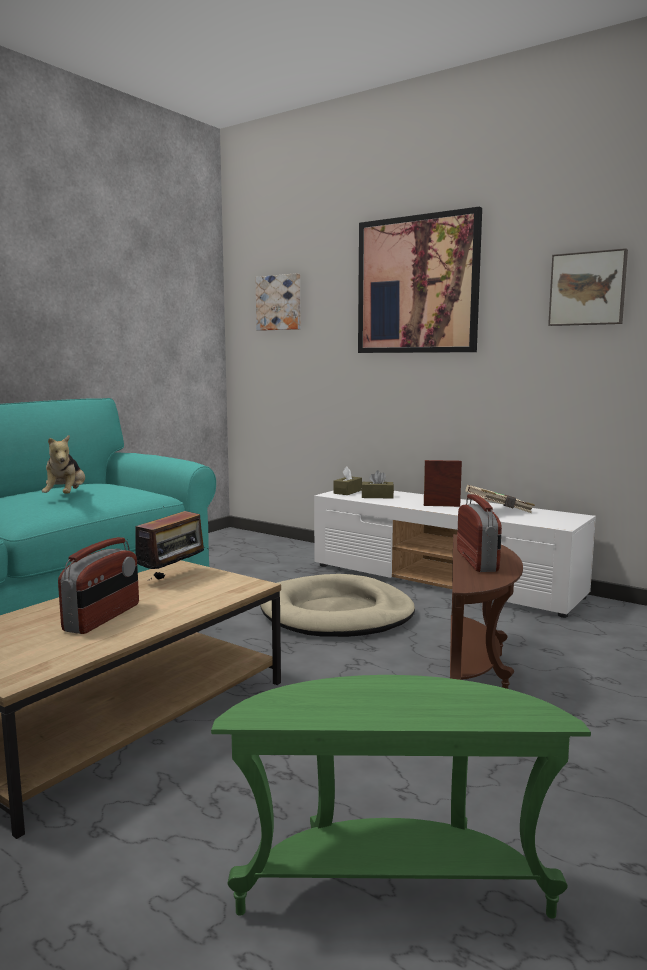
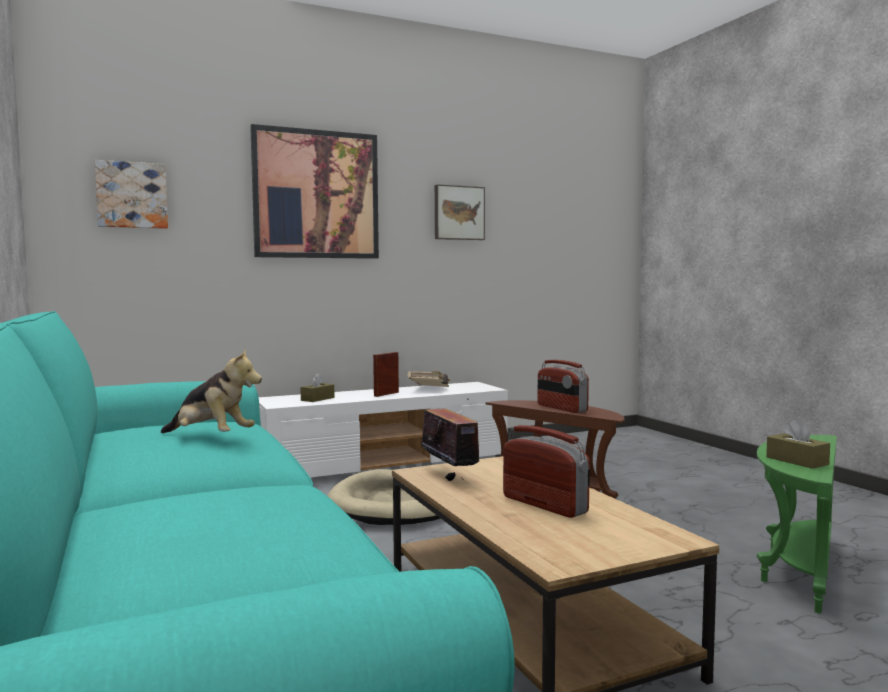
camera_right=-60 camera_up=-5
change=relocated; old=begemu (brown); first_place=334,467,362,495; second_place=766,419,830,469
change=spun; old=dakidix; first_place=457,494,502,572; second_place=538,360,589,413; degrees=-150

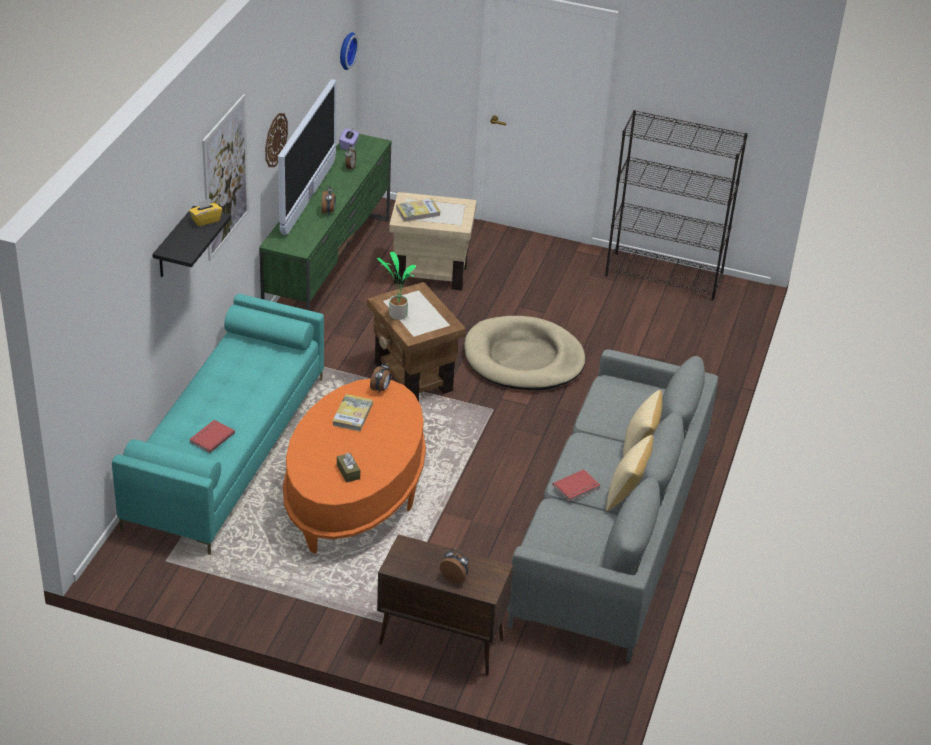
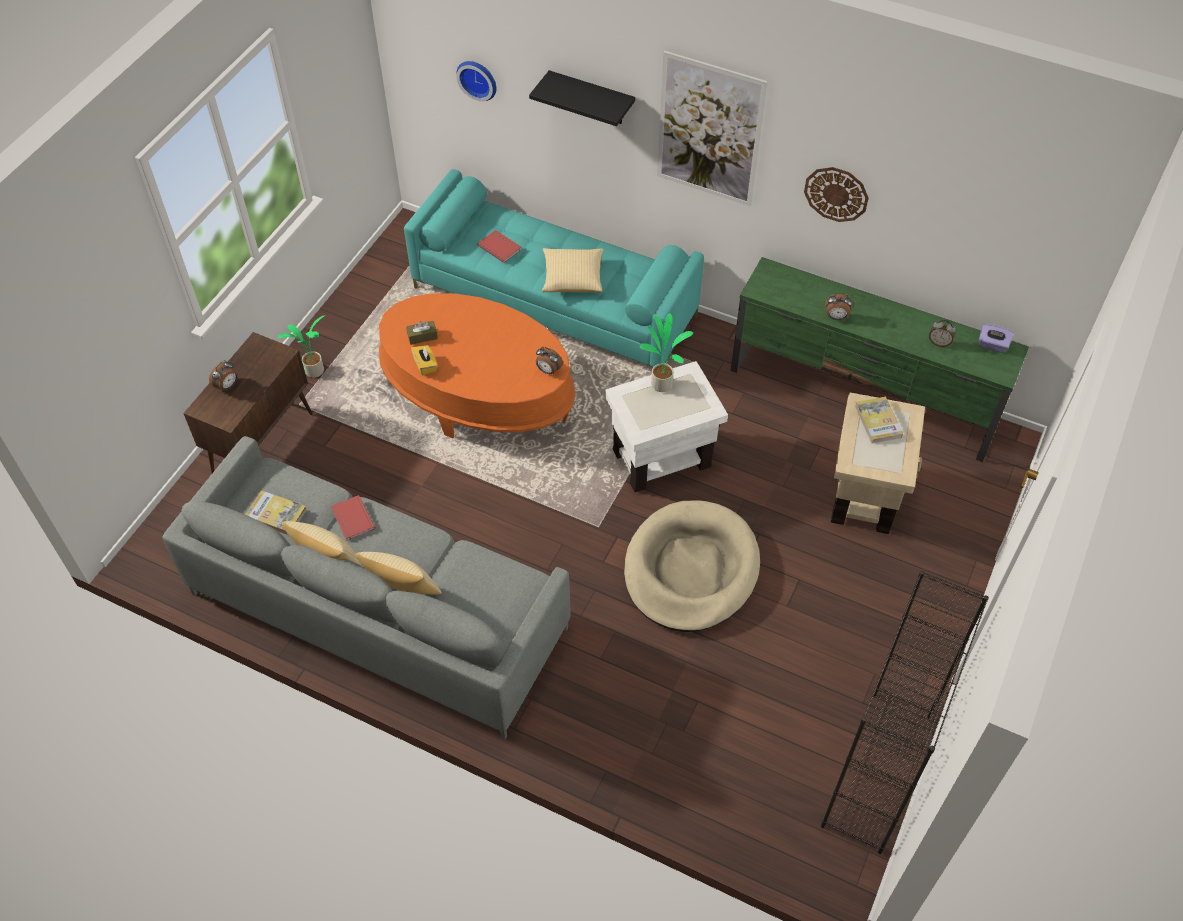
camera_right=100 camera_up=15
change=relocated; old=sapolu; first_place=340,32,359,70; second_place=456,61,497,101
change=missing; old=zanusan; first_place=278,79,336,235
change=relocated; old=begemu (yellow); first_place=189,199,222,226; second_place=411,345,438,375
change=colour; old=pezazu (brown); new=pezazu (white); first_place=367,282,466,402; second_place=605,361,728,492
change=relocated; old=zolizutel; first_place=332,394,373,431; second_place=245,490,307,535
change=appeared; new=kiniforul; second_place=542,248,603,292
change=appeared; new=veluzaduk; second_place=278,315,325,378

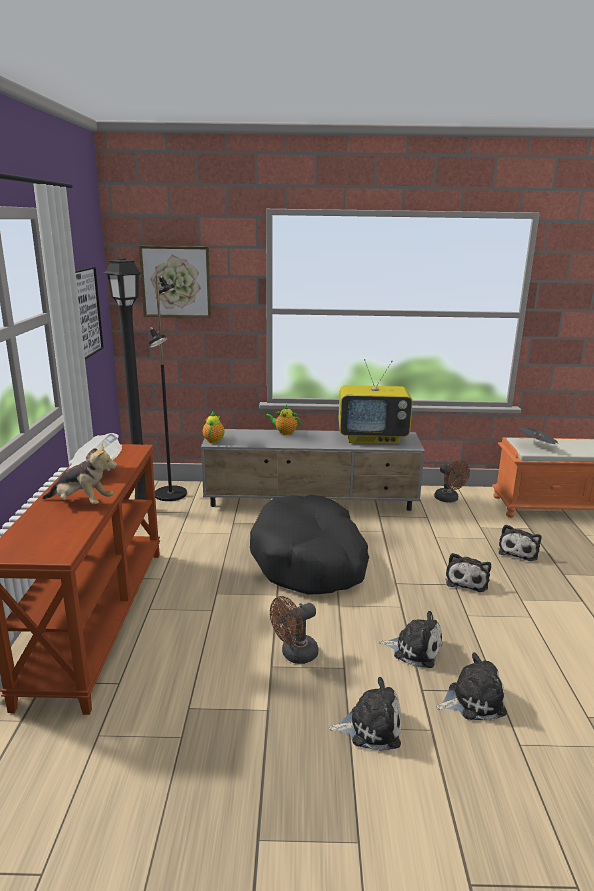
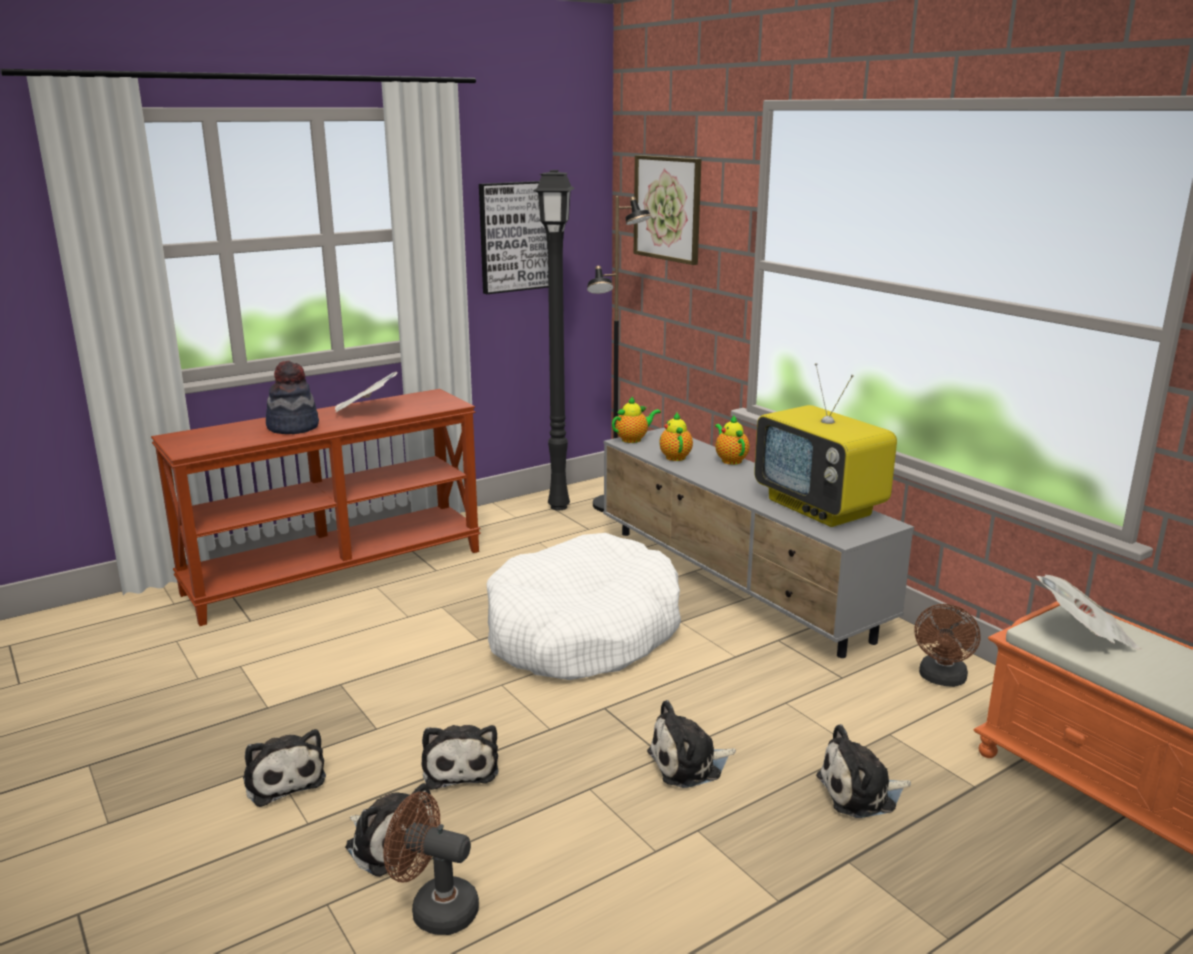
camera_right=55 camera_up=0
change=exchanged; old=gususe; new=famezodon; first_place=42,443,117,504; second_place=266,361,319,434
change=colour; old=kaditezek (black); new=kaditezek (white); first_place=250,495,369,595; second_place=486,533,681,680
change=relocated; old=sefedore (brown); first_place=270,596,318,664; second_place=383,792,479,935
change=appeared; new=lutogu; second_place=659,412,693,461

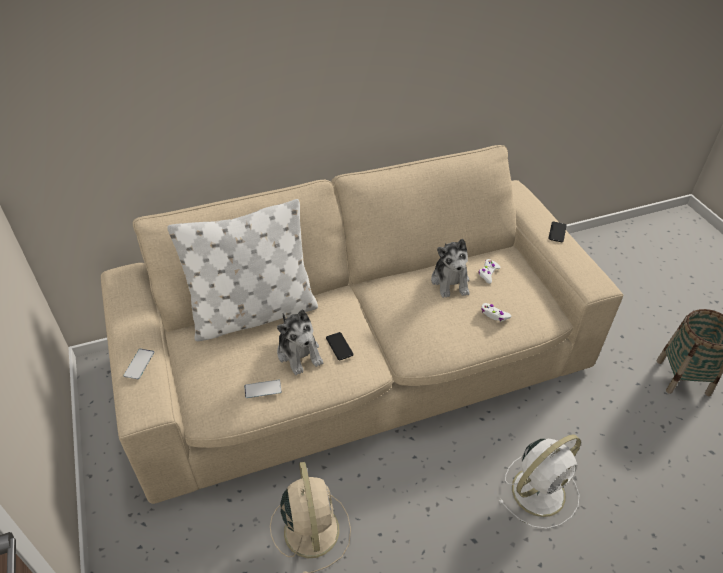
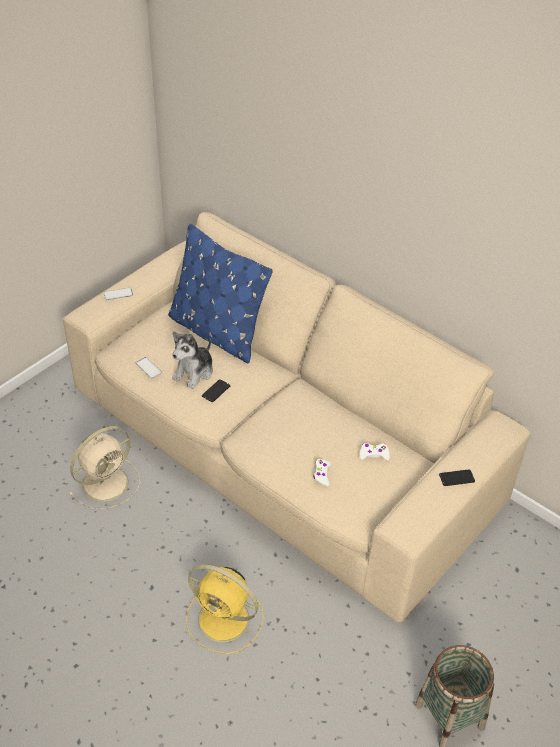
camera_right=60 camera_up=0
change=colour; old=kiniforul (white); new=kiniforul (blue); first_place=167,199,318,341; second_place=168,224,273,363
change=missing; old=gususe; first_place=431,239,470,298
change=colour; old=sefedore (white); new=sefedore (yellow); first_place=498,434,581,529; second_place=186,564,264,654

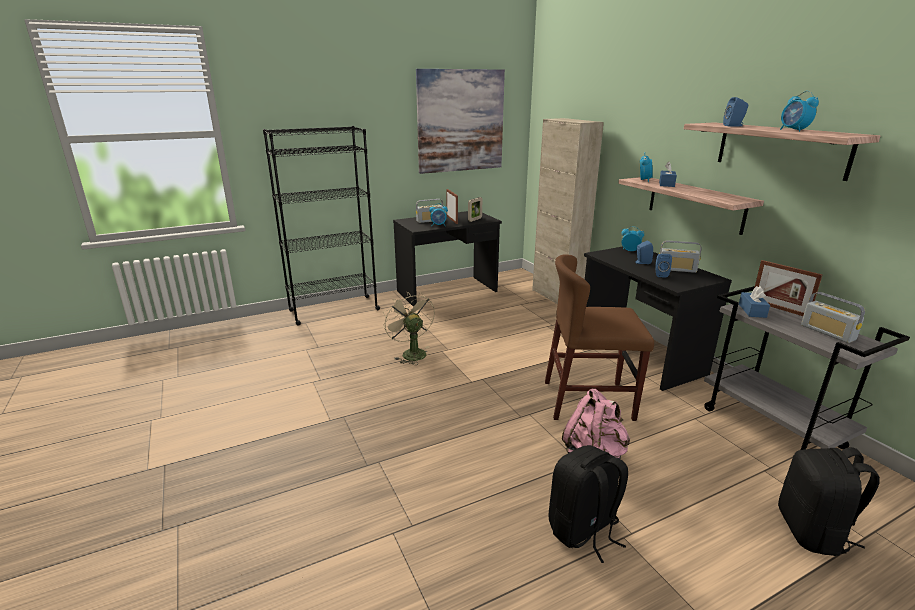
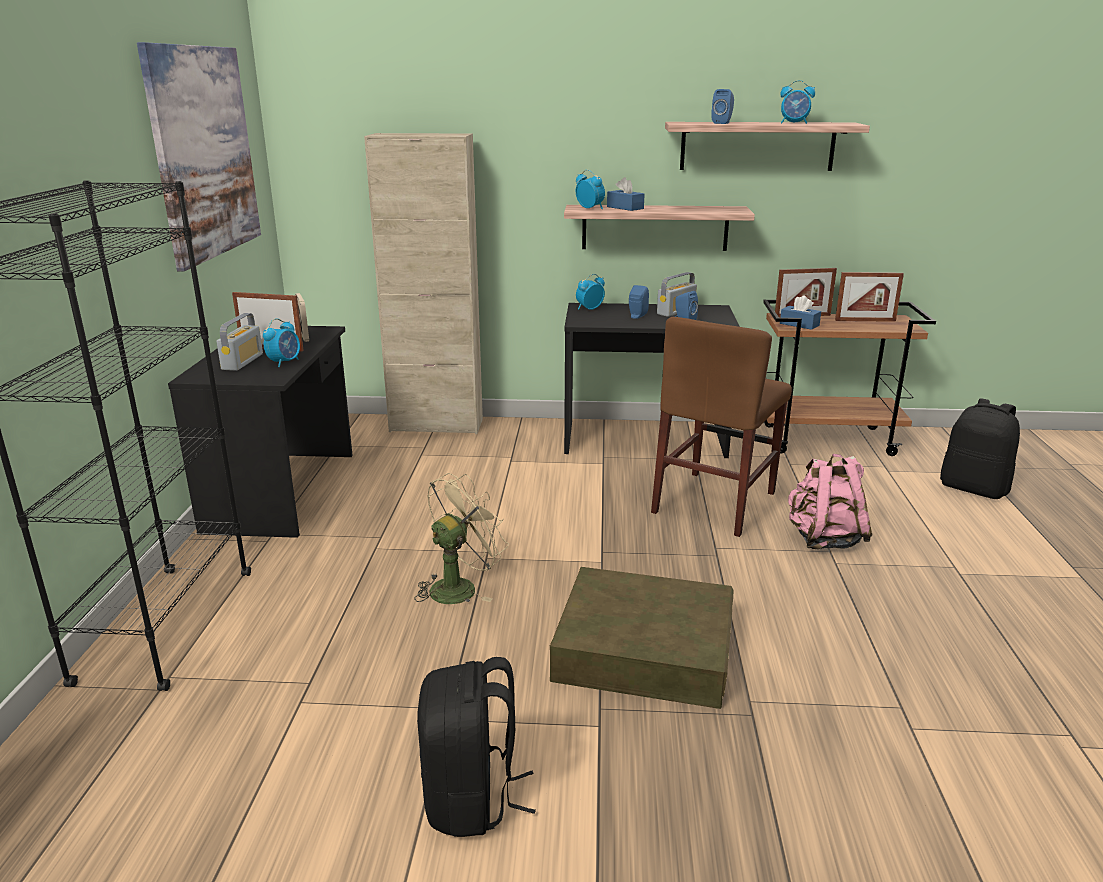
camera_right=-60 camera_up=0
change=colour; old=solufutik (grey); new=solufutik (brown); first_place=704,286,910,450; second_place=763,300,936,456
change=spun; old=sefedore (beige); first_place=383,292,435,365; second_place=414,473,509,604; degrees=135
change=exchanged; old=dakidix; new=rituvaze; first_place=801,292,865,343; second_place=835,272,904,322
change=relocated; old=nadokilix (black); first_place=549,445,628,563; second_place=417,657,536,837
change=appeared; new=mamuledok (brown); second_place=550,567,734,709

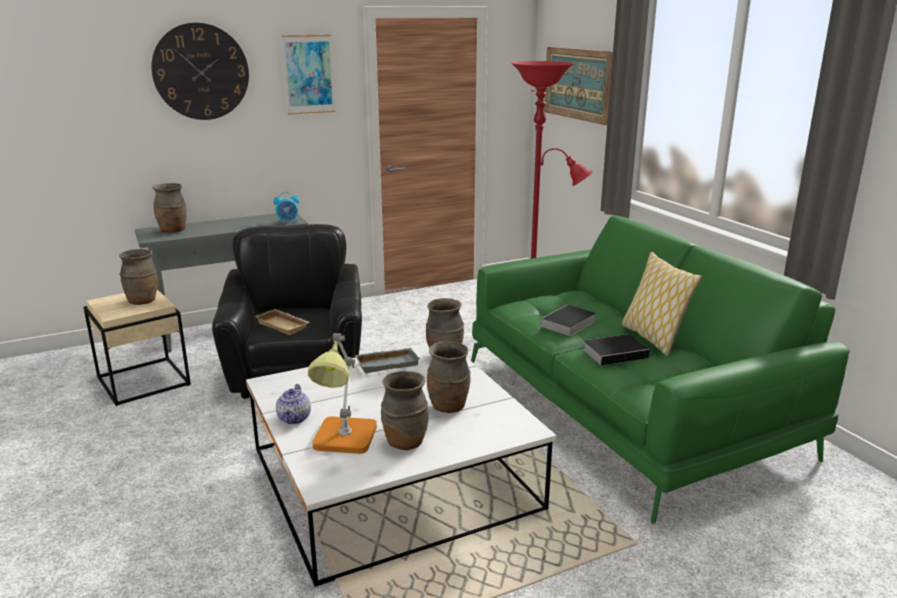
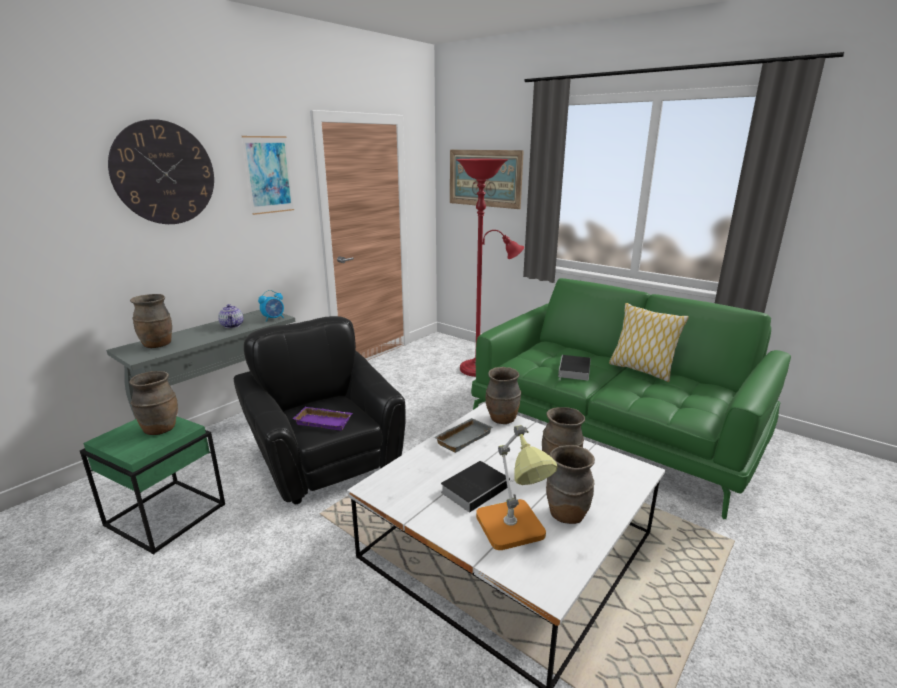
camera_right=-25 camera_up=0
change=colour; old=pezazu (beige); new=pezazu (green); first_place=83,289,191,406; second_place=80,416,225,555
change=colour; old=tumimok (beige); new=tumimok (purple); first_place=255,309,311,335; second_place=292,407,353,430
change=relocated; old=zolizutel; first_place=583,334,656,366; second_place=441,461,513,513
change=relocated; old=lutogu; first_place=276,384,311,424; second_place=218,304,243,328

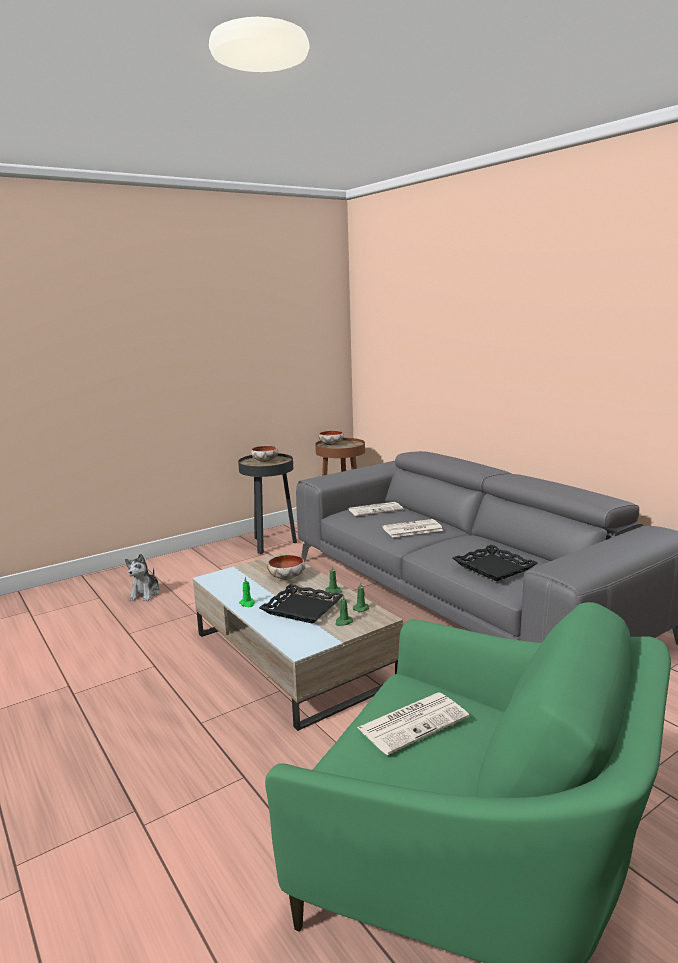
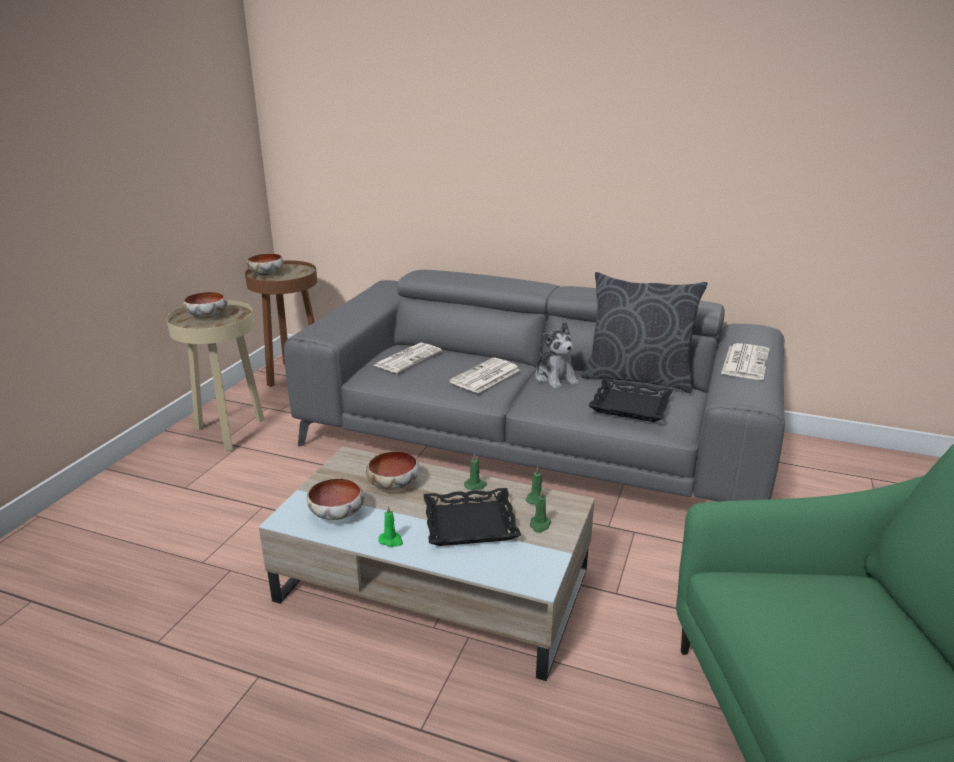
camera_right=-35 camera_up=10
change=colour; old=pezazu (black); new=pezazu (beige); first_place=238,453,297,554; second_place=167,300,265,451
change=relocated; old=gususe; first_place=125,554,161,601; second_place=535,322,578,389
change=relocated; old=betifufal; first_place=357,693,469,755; second_place=721,343,770,380
change=appeared; new=kiniforul (grey); second_place=582,272,707,393
change=appeared; new=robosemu; second_place=307,478,364,520

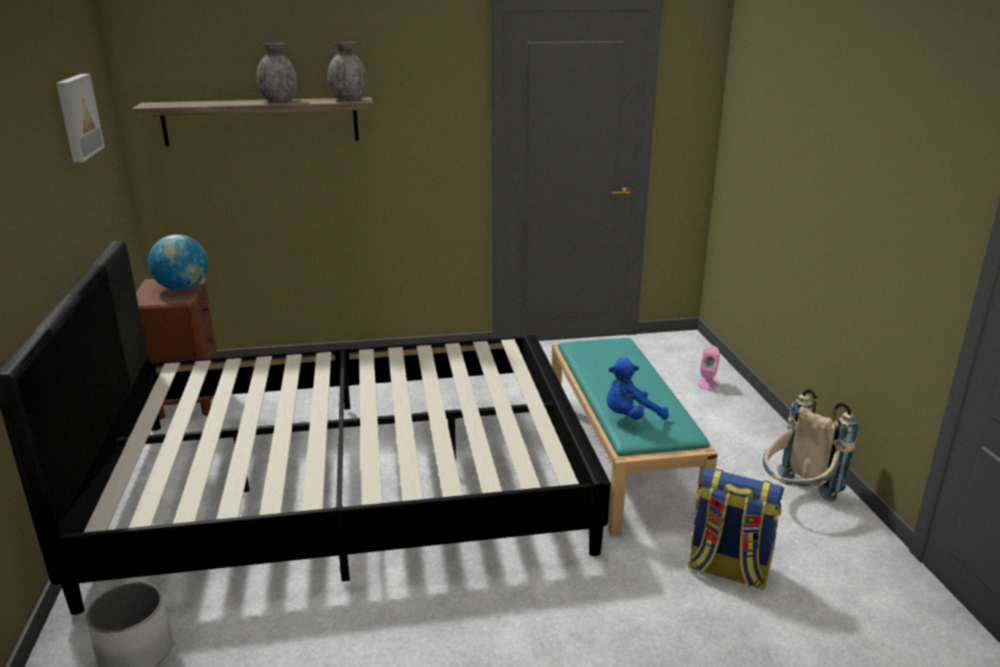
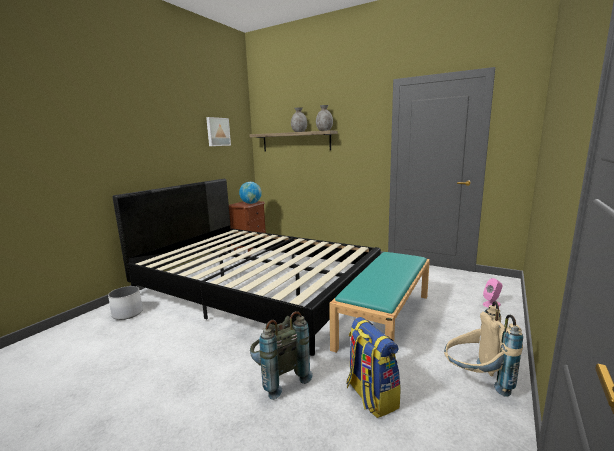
camera_right=40 camera_up=-10
change=missing; old=gususe (blue); first_place=607,358,669,420
change=appeared; new=nadokilix (grey); second_place=250,311,313,400

